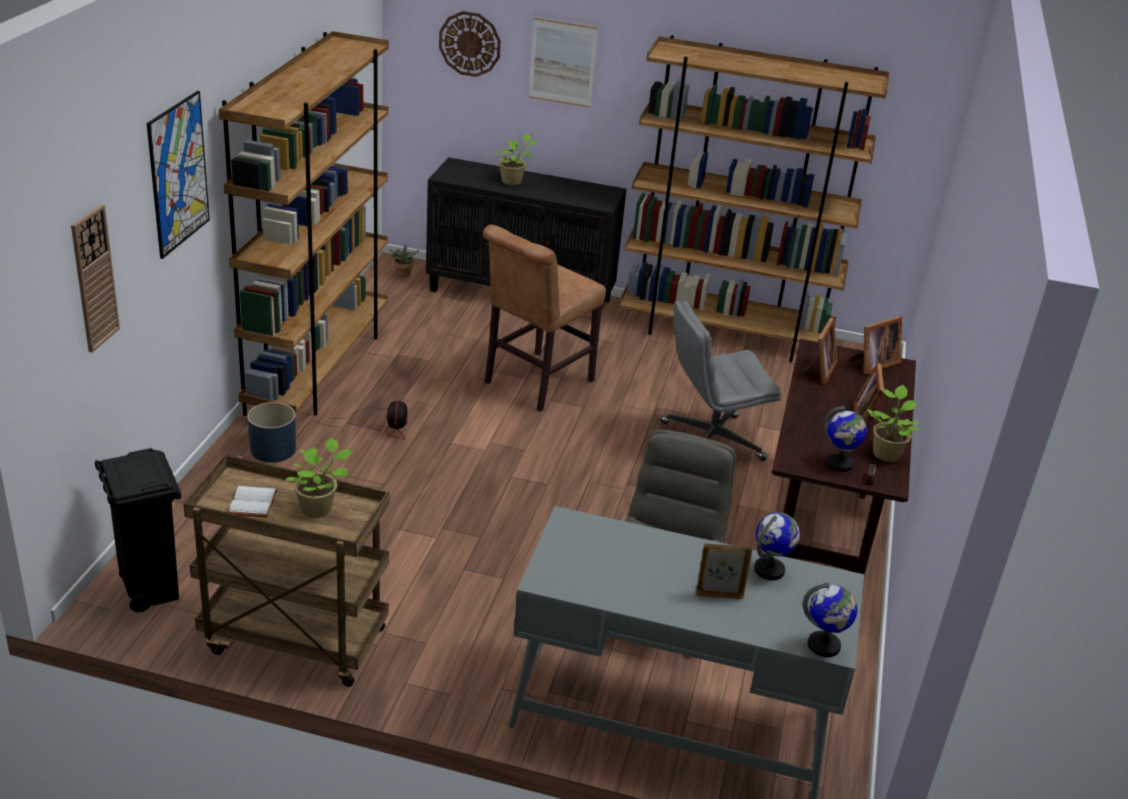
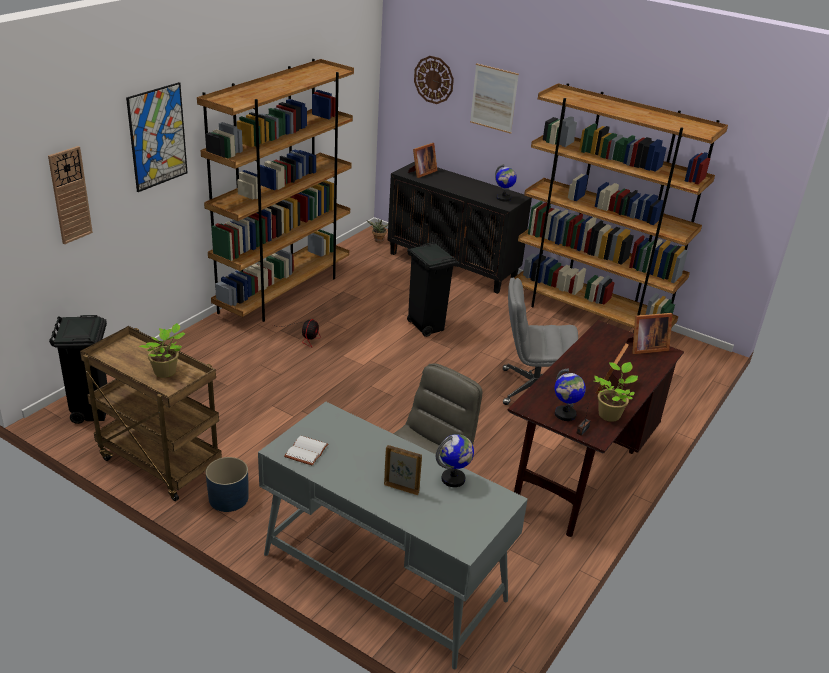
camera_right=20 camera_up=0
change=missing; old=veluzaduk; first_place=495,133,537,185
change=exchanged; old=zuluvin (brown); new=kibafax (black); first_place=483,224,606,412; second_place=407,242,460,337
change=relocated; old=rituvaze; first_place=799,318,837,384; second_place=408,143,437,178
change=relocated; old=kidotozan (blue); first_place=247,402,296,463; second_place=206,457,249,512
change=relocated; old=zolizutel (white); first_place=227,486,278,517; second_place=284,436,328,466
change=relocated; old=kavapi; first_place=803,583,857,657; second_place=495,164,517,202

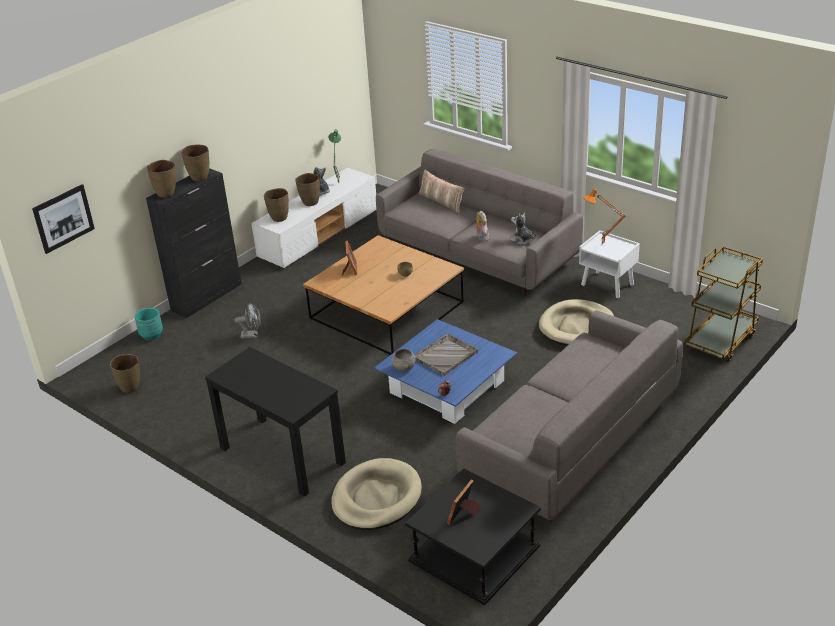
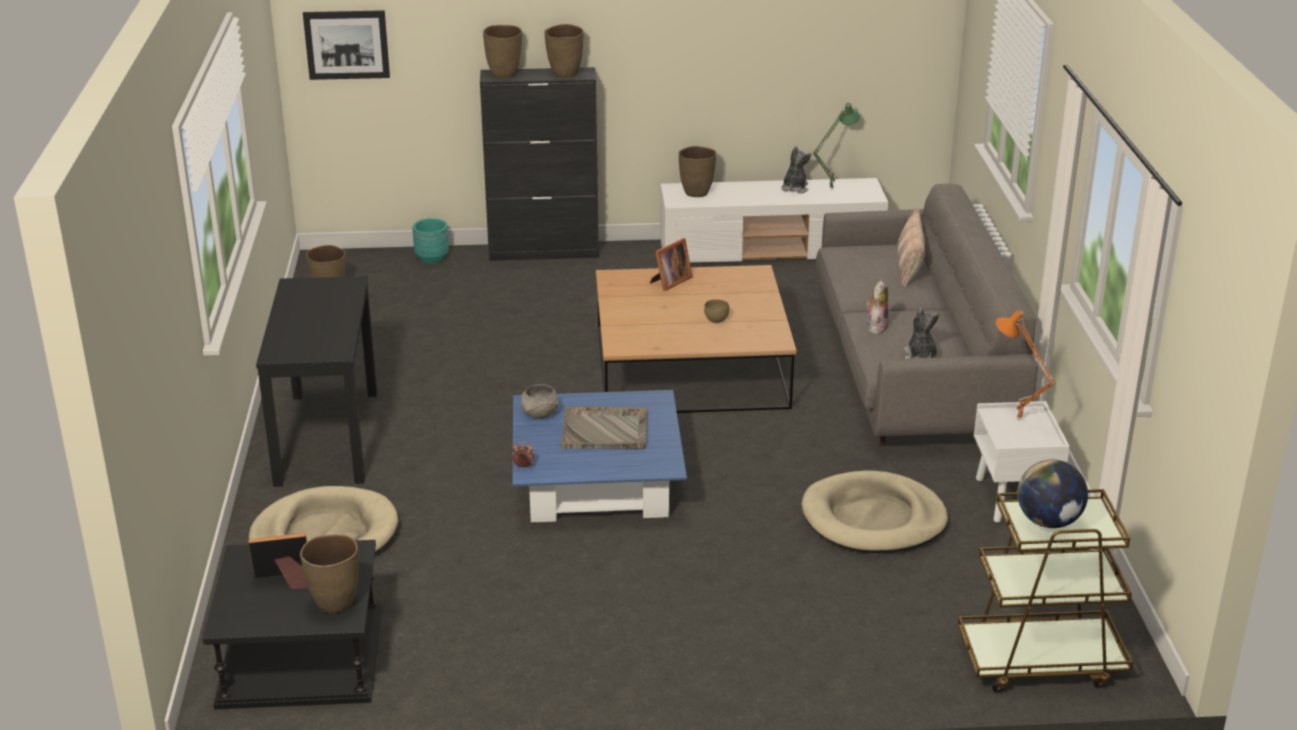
camera_right=45 camera_up=-5
change=relocated; old=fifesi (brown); first_place=295,173,320,206; second_place=300,534,359,613
change=missing; old=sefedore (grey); first_place=234,303,261,339
change=missing; old=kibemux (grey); first_place=456,310,683,521
change=appeared; new=kavapi; second_place=1018,460,1088,528

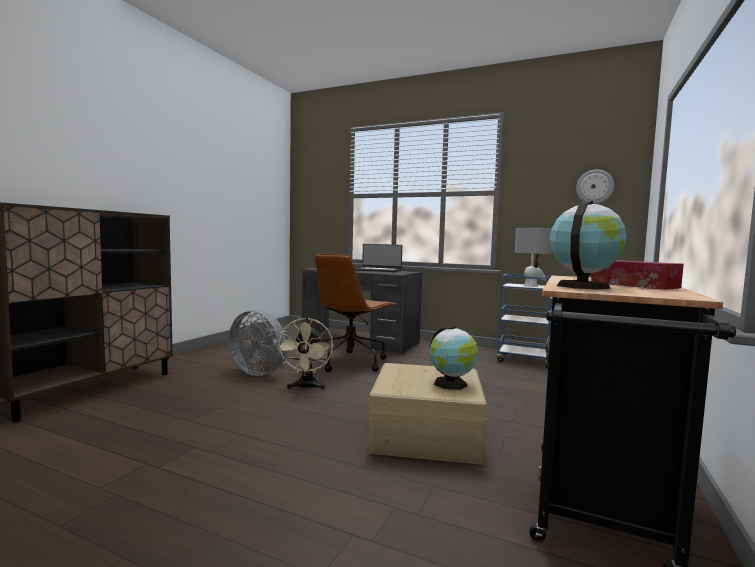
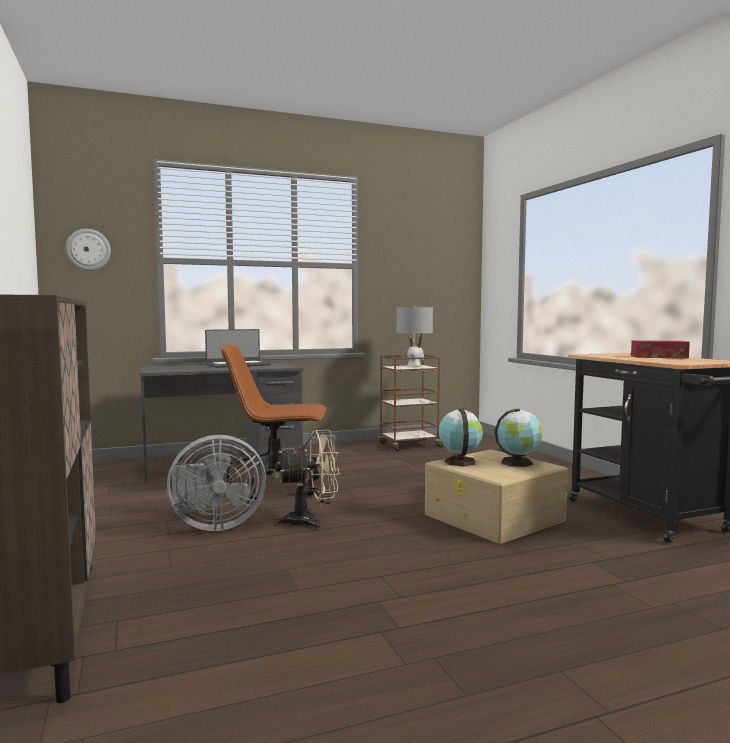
camera_right=-45 camera_up=0
change=relocated; old=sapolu; first_place=576,169,614,204; second_place=66,229,111,270
change=relocated; old=kavapi; first_place=550,201,627,290; second_place=438,408,483,466
change=spun; old=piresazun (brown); first_place=315,253,394,372; second_place=221,344,326,500; degrees=105
change=colour; old=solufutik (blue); new=solufutik (brown); first_place=496,273,552,368; second_place=379,355,443,451
change=spun; old=sefedore (beige); first_place=276,318,333,390; second_place=273,430,340,530; degrees=-60

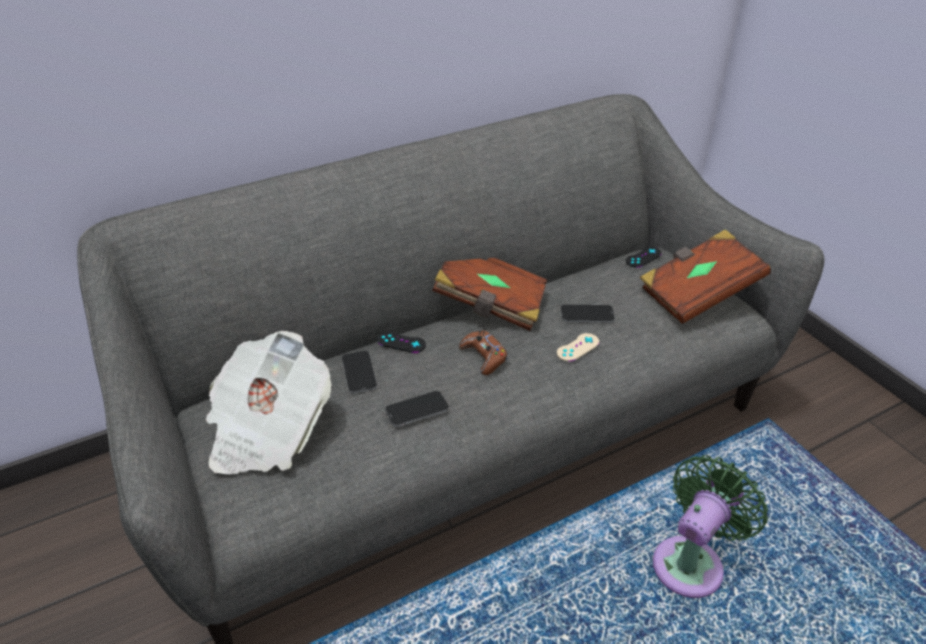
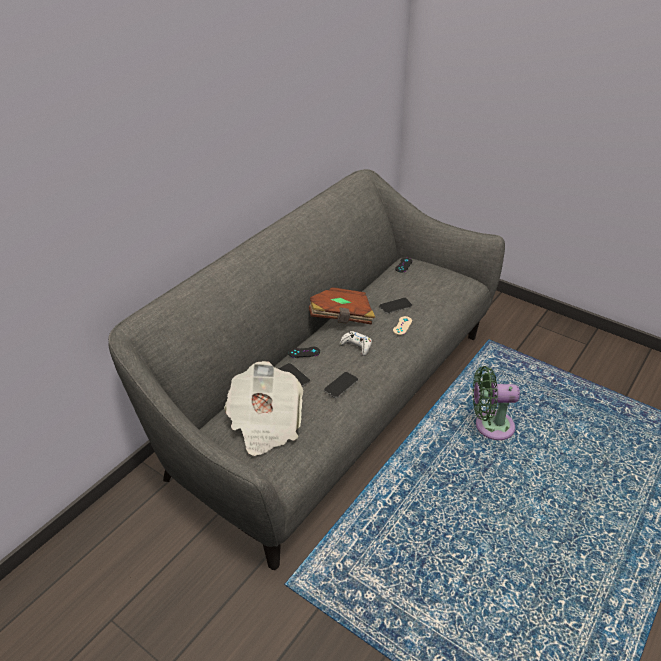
camera_right=-25 camera_up=0
change=missing; old=zolizutel (brown); first_place=640,229,771,324
change=colour; old=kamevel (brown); new=kamevel (white); first_place=459,331,507,375; second_place=340,331,372,356
change=spun; old=sefedore (green); first_place=653,455,768,598; second_place=473,366,520,440; degrees=-105

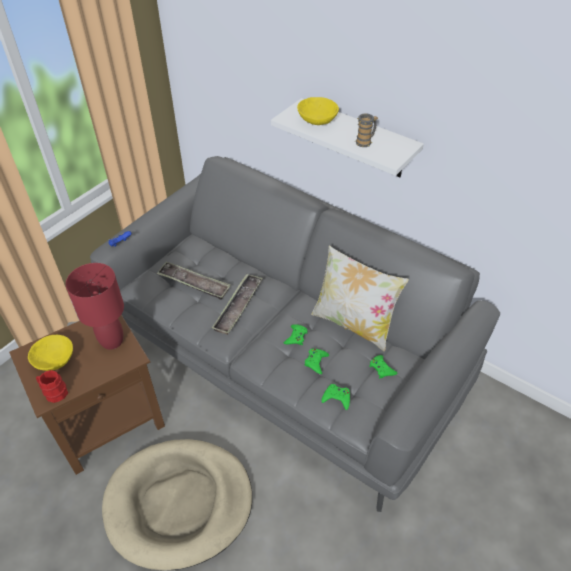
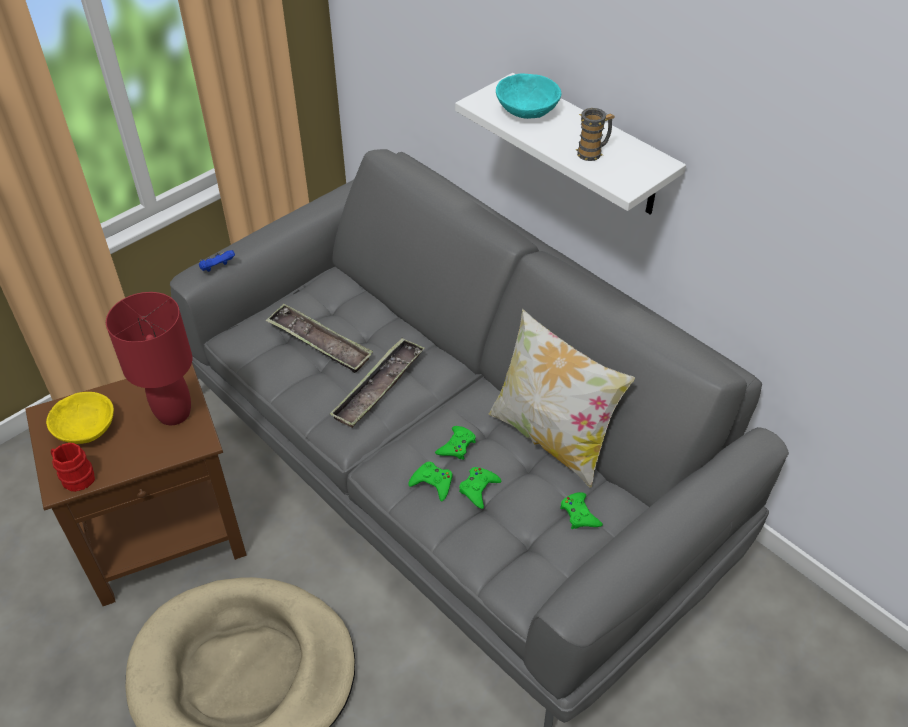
camera_right=10 camera_up=0
change=colour; old=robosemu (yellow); new=robosemu (turquoise); first_place=297,97,339,125; second_place=496,73,562,119
change=relocated; old=kamevel (green); first_place=321,384,350,410; second_place=409,462,453,502

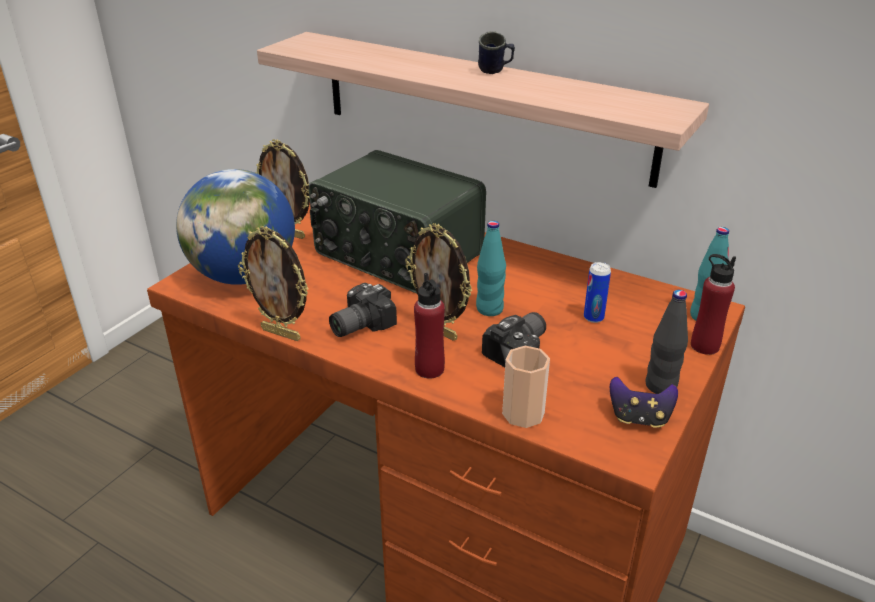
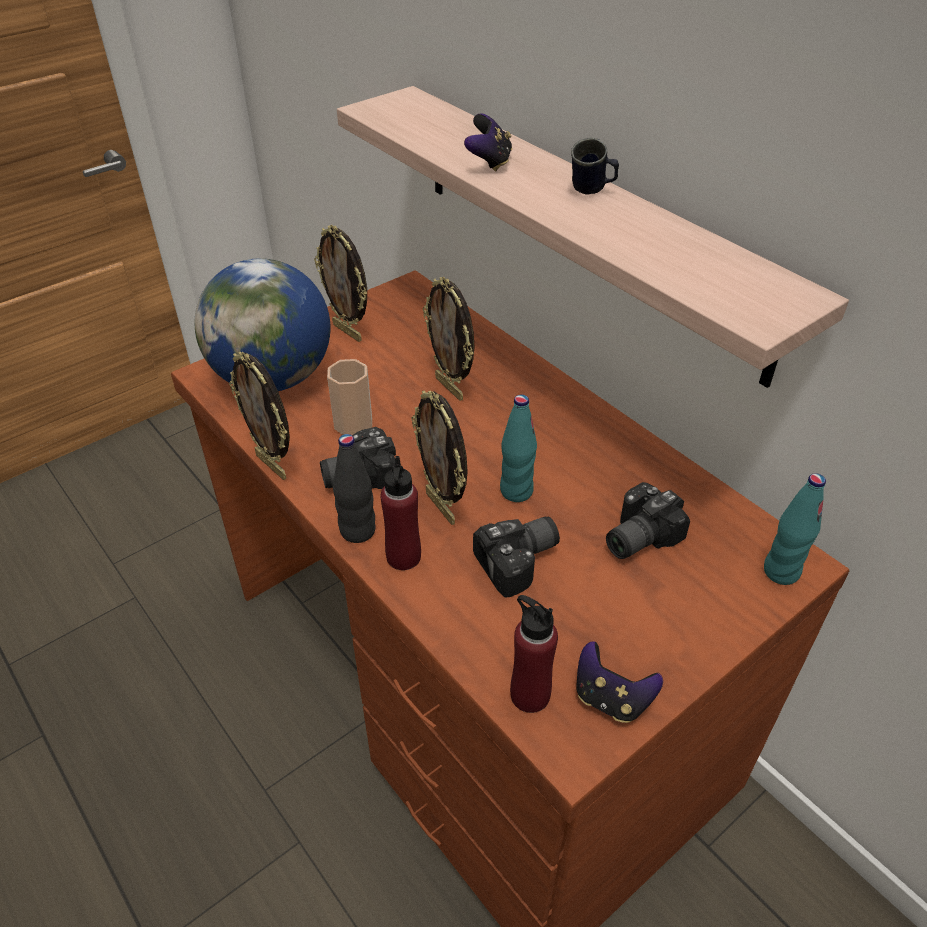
camera_right=20 camera_up=10
change=exchanged; old=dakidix; new=rituvaze; first_place=309,150,486,293; second_place=423,277,474,401
change=relocated; old=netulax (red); first_place=691,254,736,355; second_place=510,595,558,713
change=exchanged; old=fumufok; new=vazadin; first_place=584,262,611,323; second_place=606,482,690,559
change=relocated; old=netulax (black); first_place=645,290,688,394; second_place=333,434,376,543
change=relocated; old=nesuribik; first_place=502,346,550,428; second_place=327,359,372,436
change=appeared; new=kamevel; second_place=464,114,512,171

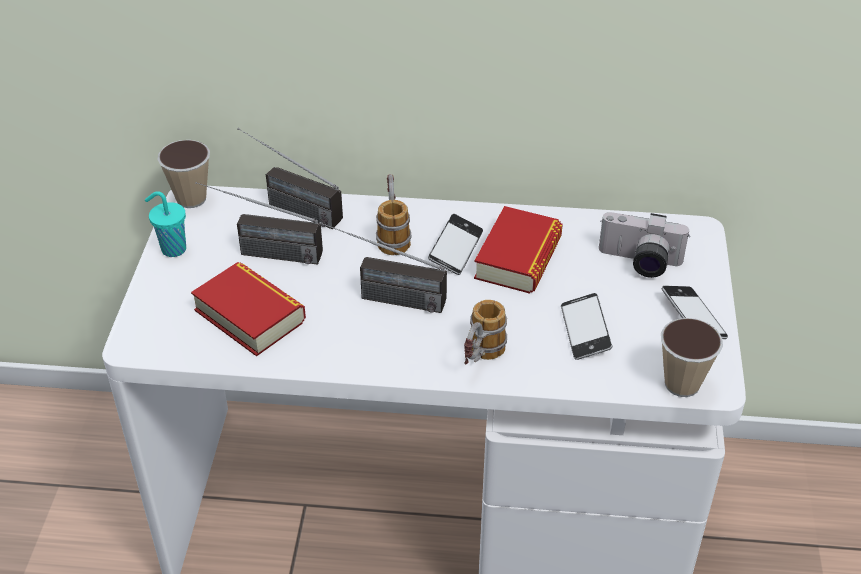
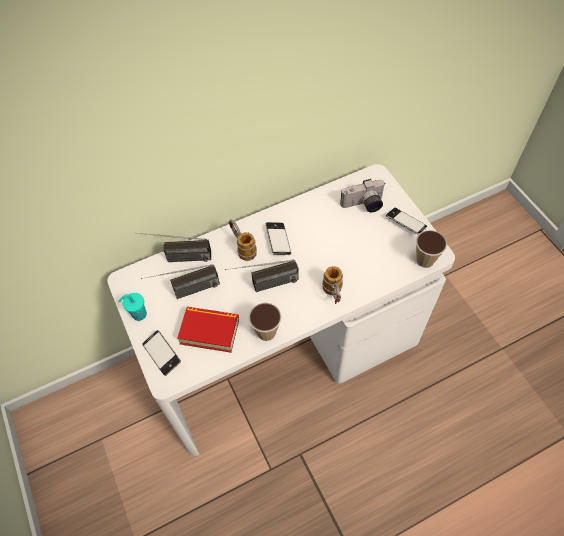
camera_right=-30 camera_up=15
change=relocated; old=nesuribik; first_place=157,140,210,208; second_place=248,303,282,341
change=missing; old=zolizutel; first_place=474,206,563,294
change=relocated; old=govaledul; first_place=561,293,612,360; second_place=142,330,181,376

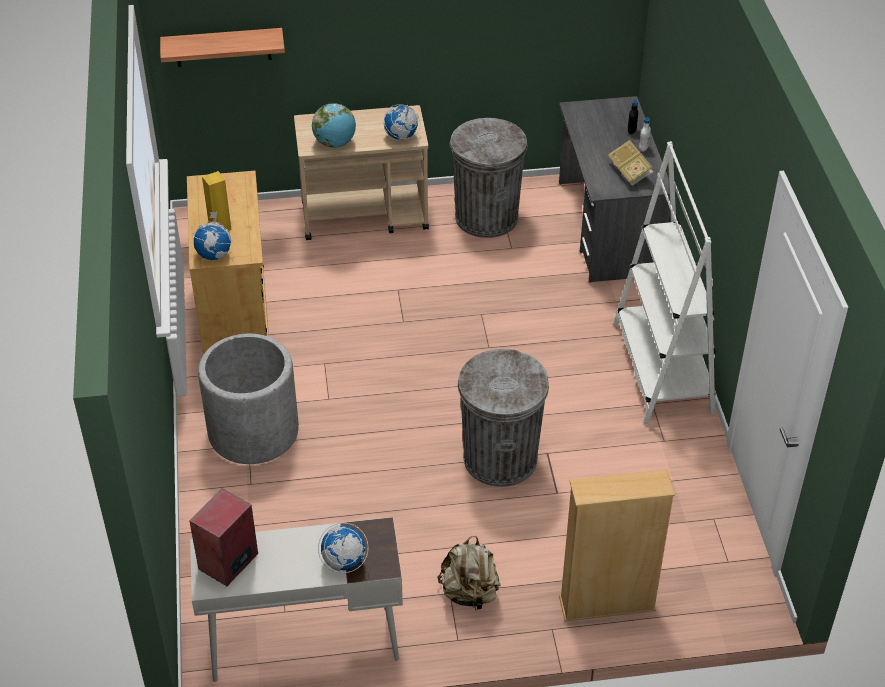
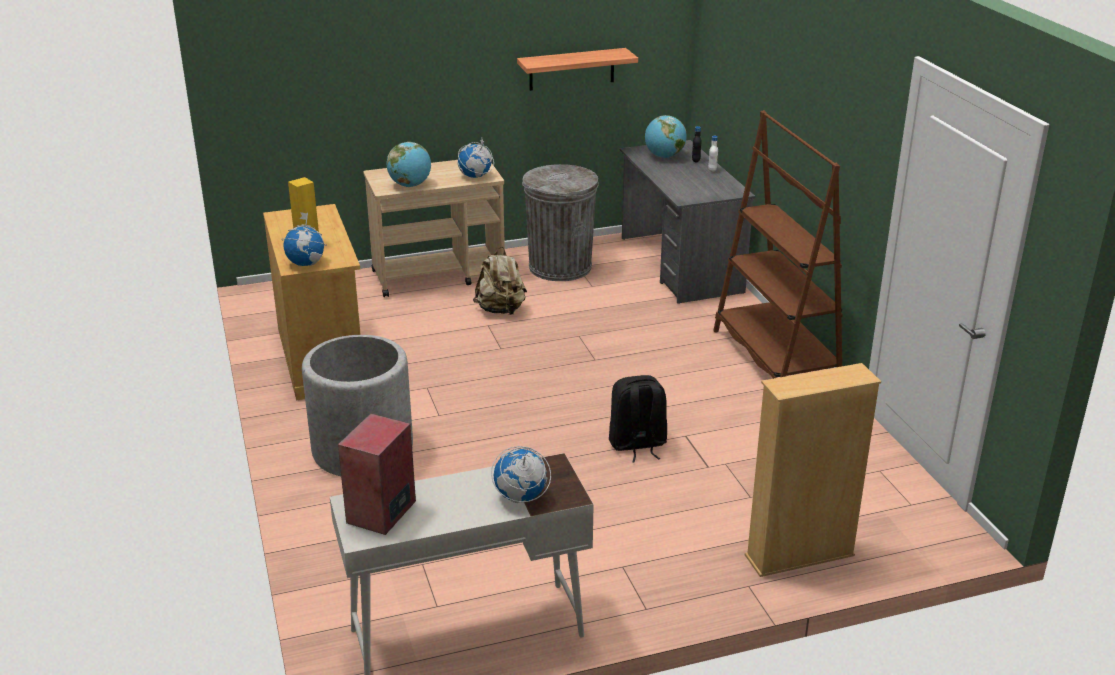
camera_right=-10 camera_up=-15
change=relocated; old=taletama; first_place=160,28,285,67; second_place=517,48,638,91
change=missing; old=zolizutel; first_place=608,140,653,186
change=colour; old=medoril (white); new=medoril (brown); first_place=613,141,716,424; second_place=713,110,843,379
change=exchanged; old=kibafax (grey); new=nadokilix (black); first_place=458,349,549,487; second_place=609,375,667,463
change=relocated; old=nadokilix (beige); first_place=437,536,501,611; second_place=473,247,527,315
change=appeared; new=kavapi; second_place=645,115,686,158

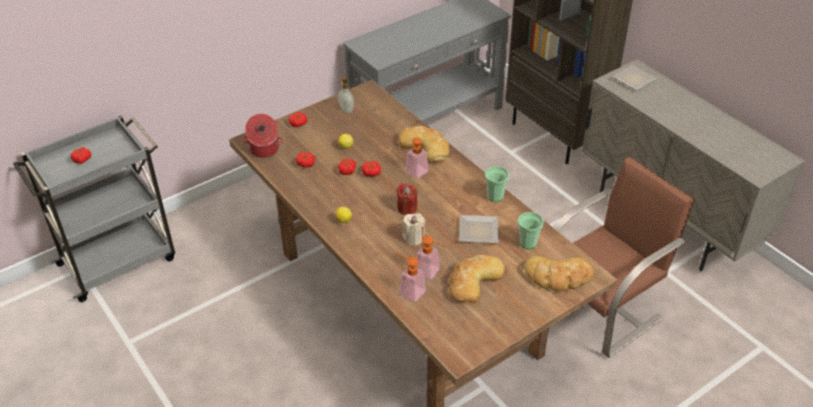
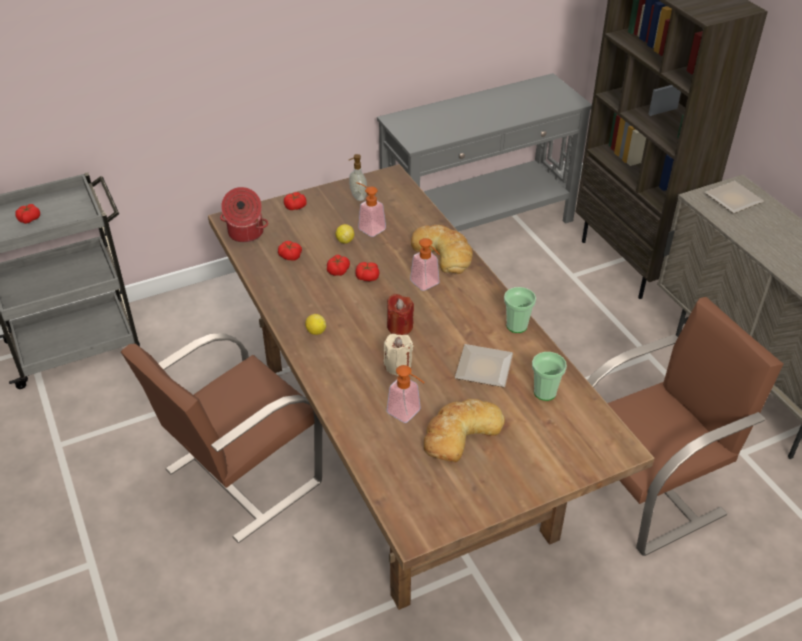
camera_right=10 camera_up=0
change=relocated; old=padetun; first_place=396,254,426,302; second_place=357,182,386,237
change=missing; old=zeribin; first_place=524,256,594,291
change=appeared; new=zuluvin (brown); second_place=121,333,322,543

